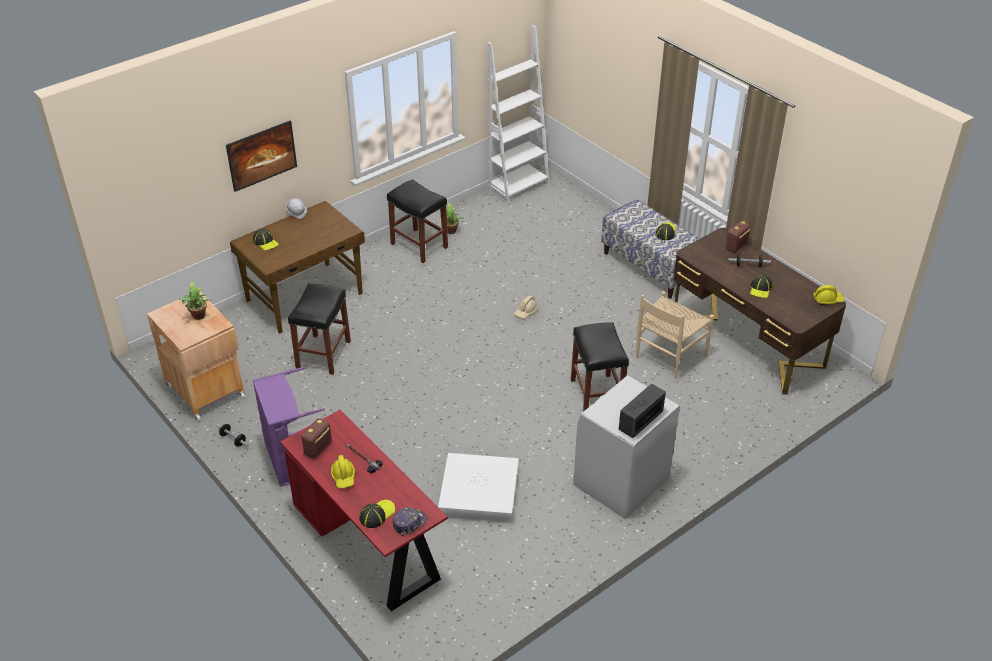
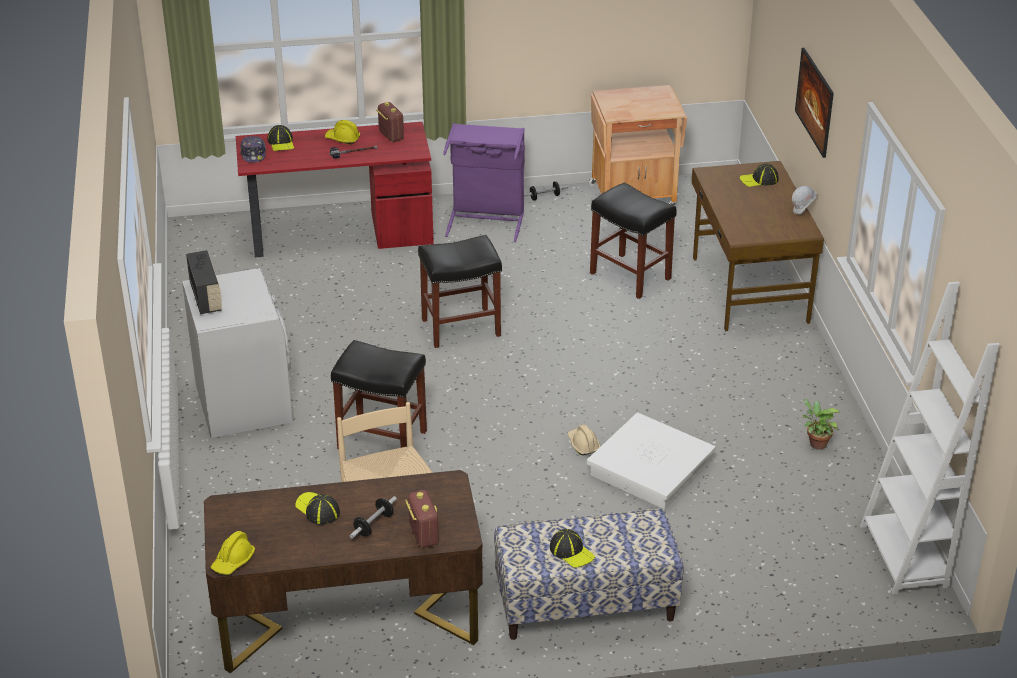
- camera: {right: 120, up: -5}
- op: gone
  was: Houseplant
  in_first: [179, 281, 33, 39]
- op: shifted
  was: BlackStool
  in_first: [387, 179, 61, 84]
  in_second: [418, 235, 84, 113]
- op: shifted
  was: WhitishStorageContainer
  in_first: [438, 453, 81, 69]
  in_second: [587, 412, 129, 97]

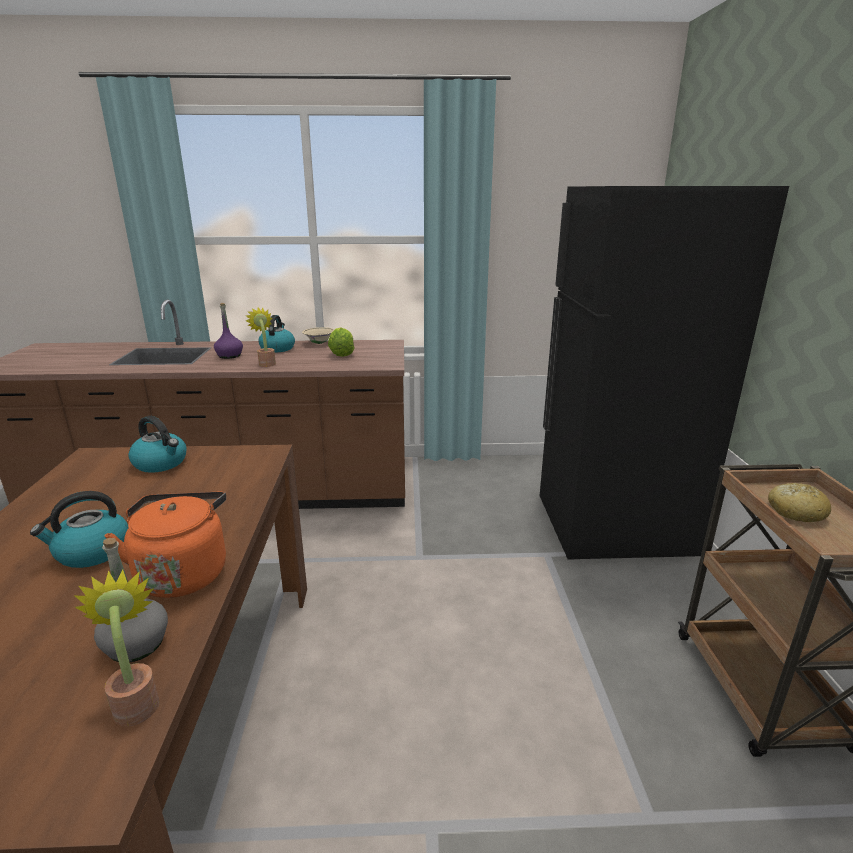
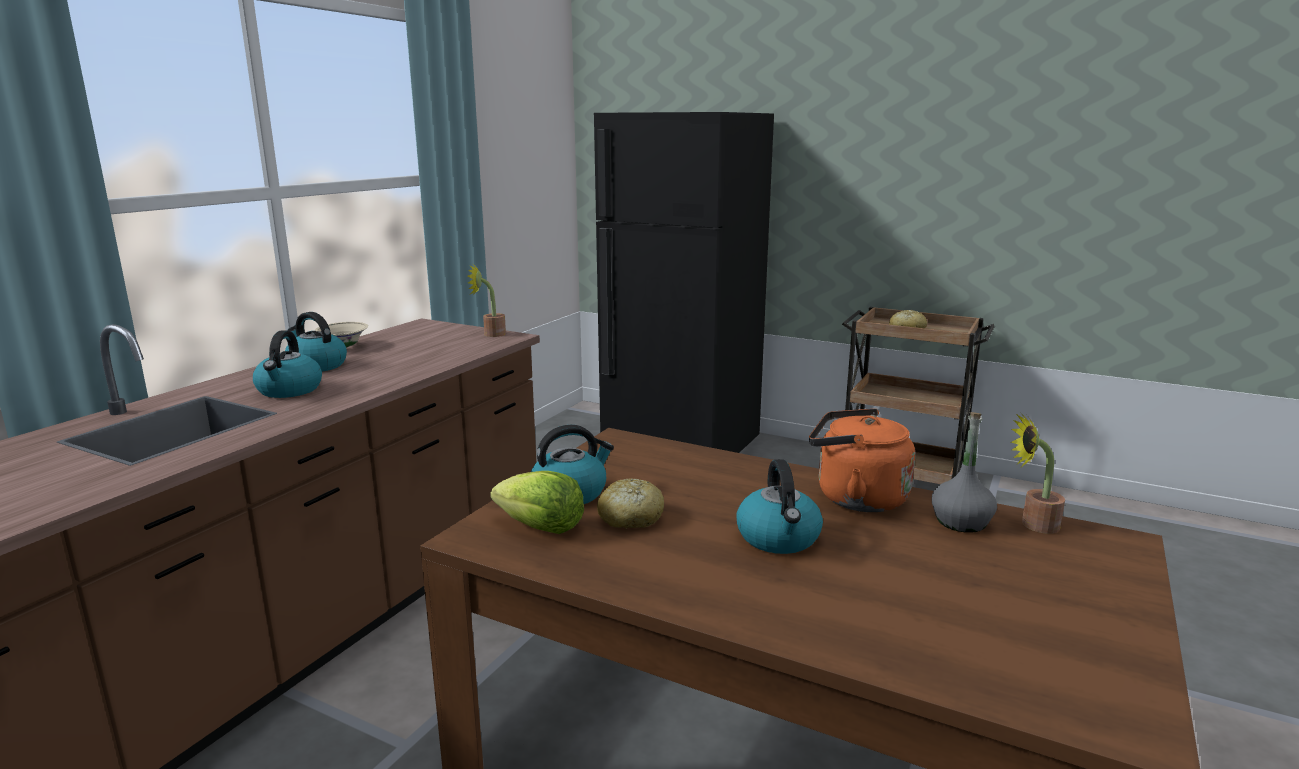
- camera: {right: -60, up: -5}
- op: new
  now: Bread
  in_second: [597, 479, 67, 50]
- op: shifted
  was: Houseplant
  in_first: [246, 307, 30, 60]
  in_second: [468, 263, 38, 74]
- op: shifted
  was: LettuceHead
  in_first: [328, 327, 26, 30]
  in_second: [490, 471, 94, 63]
- op: swapped
  was: PurplishBottle
  now: TeaKettle
  in_first: [214, 303, 29, 56]
  in_second: [253, 330, 69, 68]

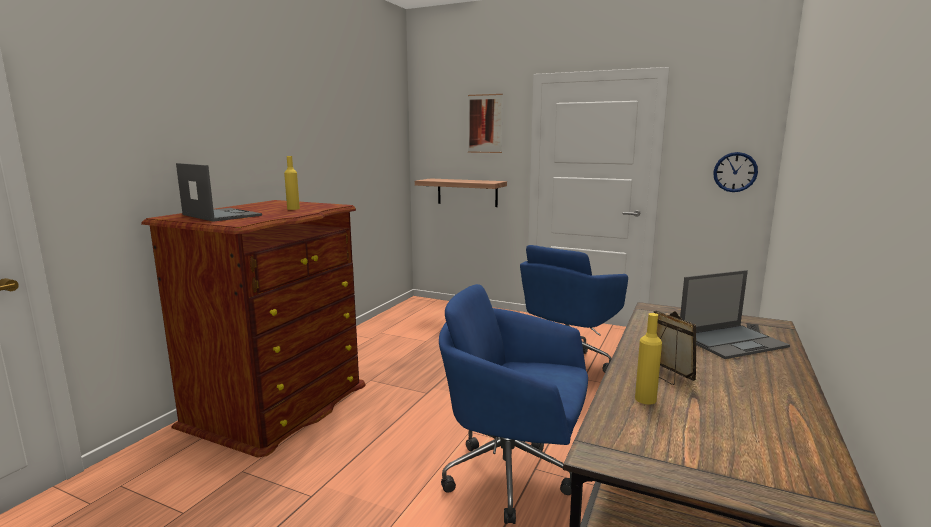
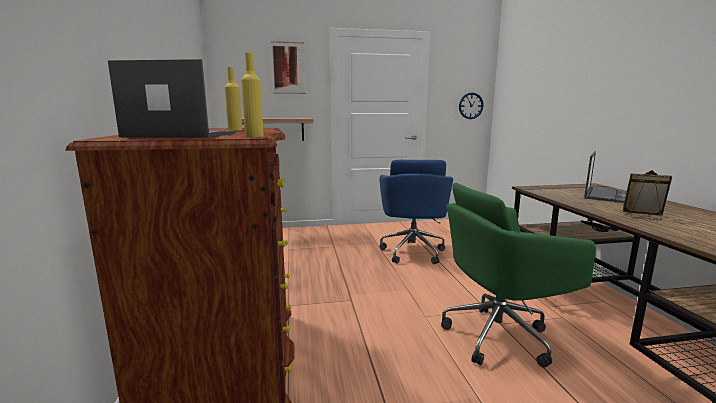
- camera: {right: -35, up: 0}
- op: shifted
  was: YellowColouredBottle
  in_first: [635, 313, 27, 92]
  in_second: [241, 53, 23, 84]
- op: repainted
  was: BlueColouredComputerChair
  now: GreenComputerChair
  in_first: [439, 284, 149, 240]
  in_second: [441, 183, 155, 185]

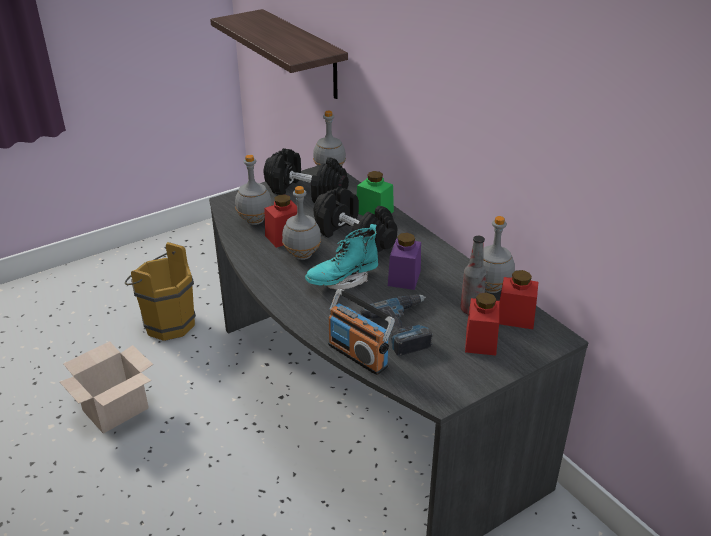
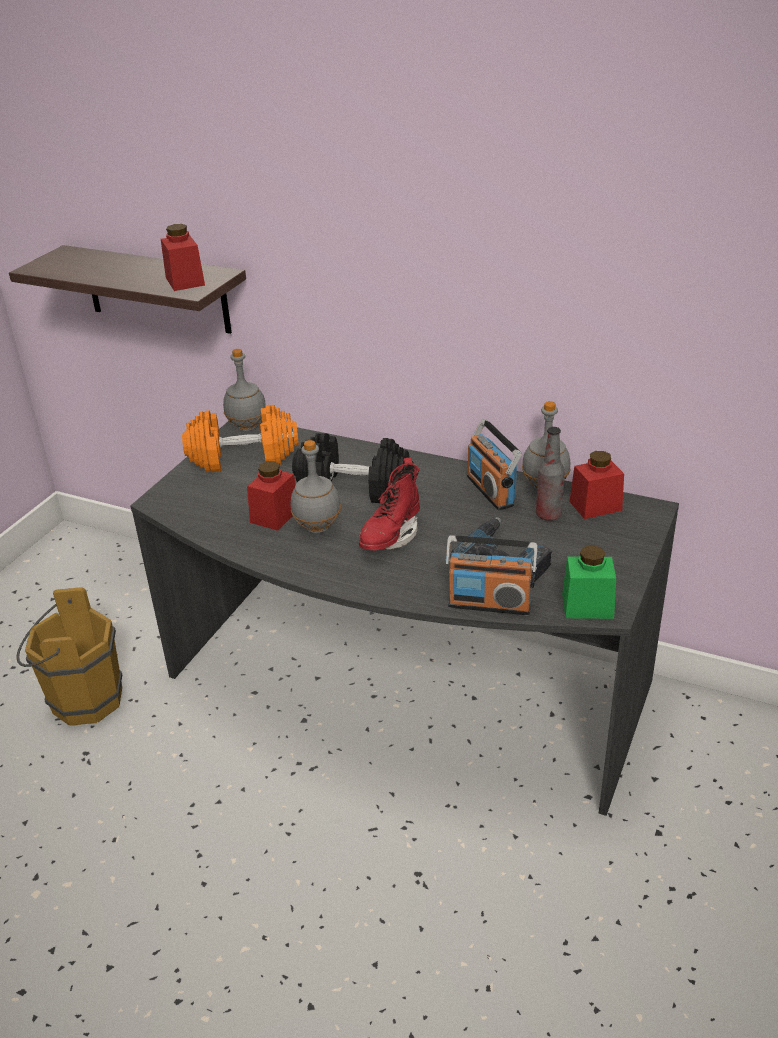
- camera: {right: -30, up: 0}
- op: gone
  was: CardboardBox
  in_first: [60, 341, 93, 93]
- op: gone
  was: GrayBottle
  in_first: [235, 155, 37, 70]
- op: gone
  was: PurplishPreserveJar
  in_first: [388, 233, 33, 57]
- op: new
  now: RadioReceiver
  in_second: [467, 419, 55, 91]
- op: shifted
  was: GreenPreserveJar
  in_first: [357, 171, 37, 44]
  in_second: [562, 545, 54, 74]
- op: shifted
  was: RedPreserveJar
  in_first: [465, 292, 34, 64]
  in_second: [161, 224, 44, 67]
- op: repainted
  was: BlackHandWeight
  now: OrangeColouredHandWeight
  in_first: [263, 148, 86, 55]
  in_second: [182, 405, 117, 67]
- op: repainted
  was: BlueGreenBoot
  now: RedBoot
  in_first: [305, 224, 73, 66]
  in_second: [359, 458, 61, 92]

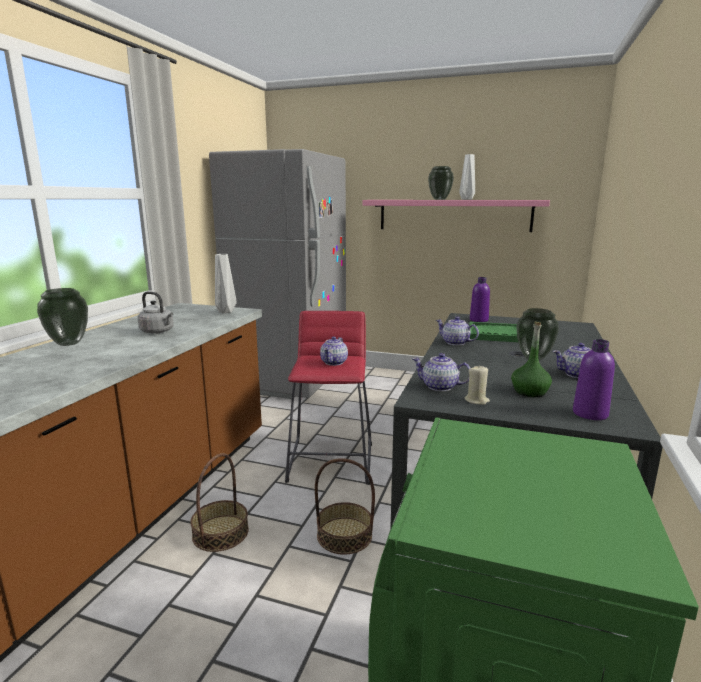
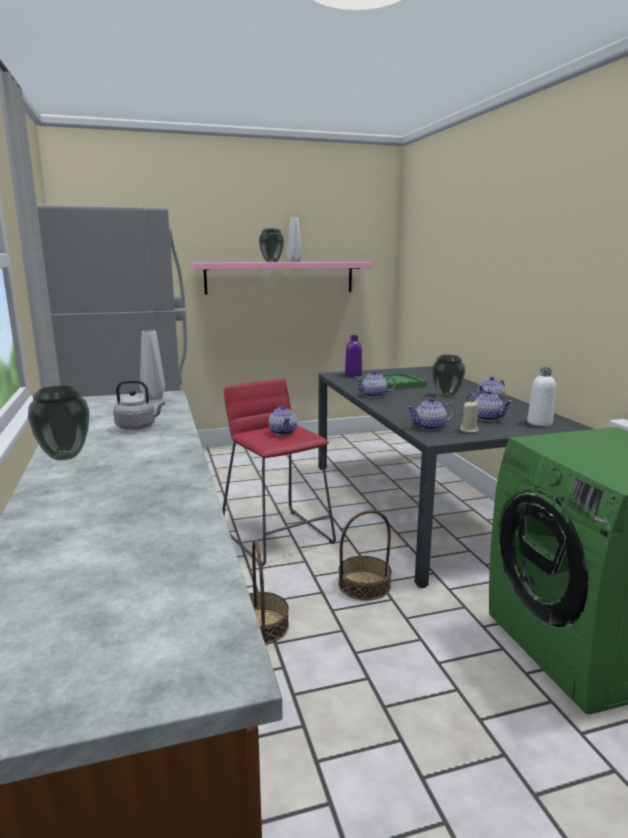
- camera: {right: -35, up: 0}
- op: swapped
  was: GreenBottle
  now: PotForTea
  in_first: [511, 322, 41, 75]
  in_second: [465, 390, 48, 31]
- op: repainted
  was: PurplishBottle
  now: WhitishBottle
  in_first: [573, 339, 42, 81]
  in_second: [527, 367, 29, 59]

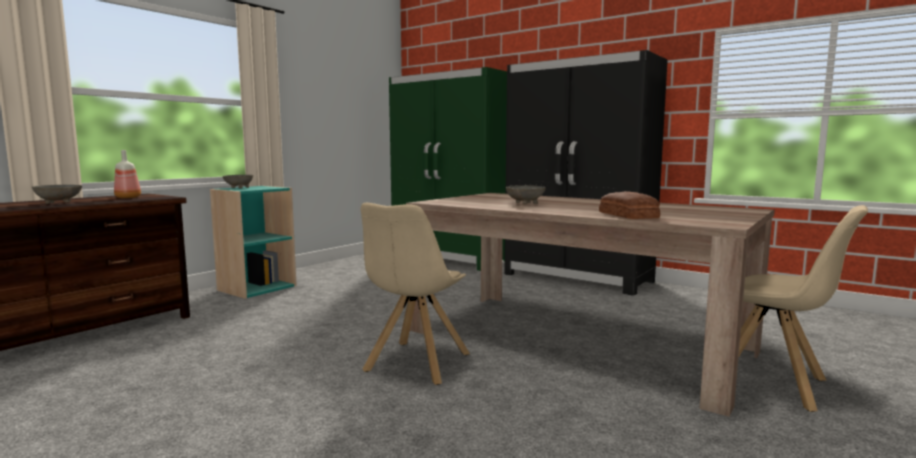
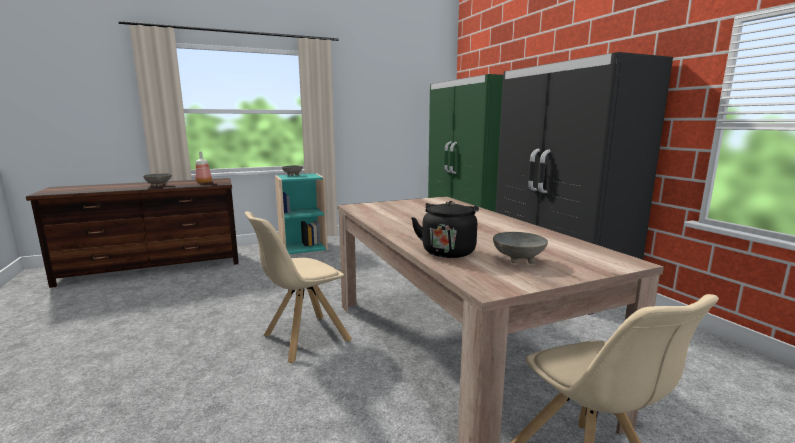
- camera: {right: 30, up: 5}
- op: shifted
  was: GrayServingBowl
  in_first: [506, 185, 40, 19]
  in_second: [493, 232, 55, 32]
- op: swapped
  was: Bread
  now: BlackTeaKettle
  in_first: [599, 191, 61, 28]
  in_second: [411, 201, 68, 57]

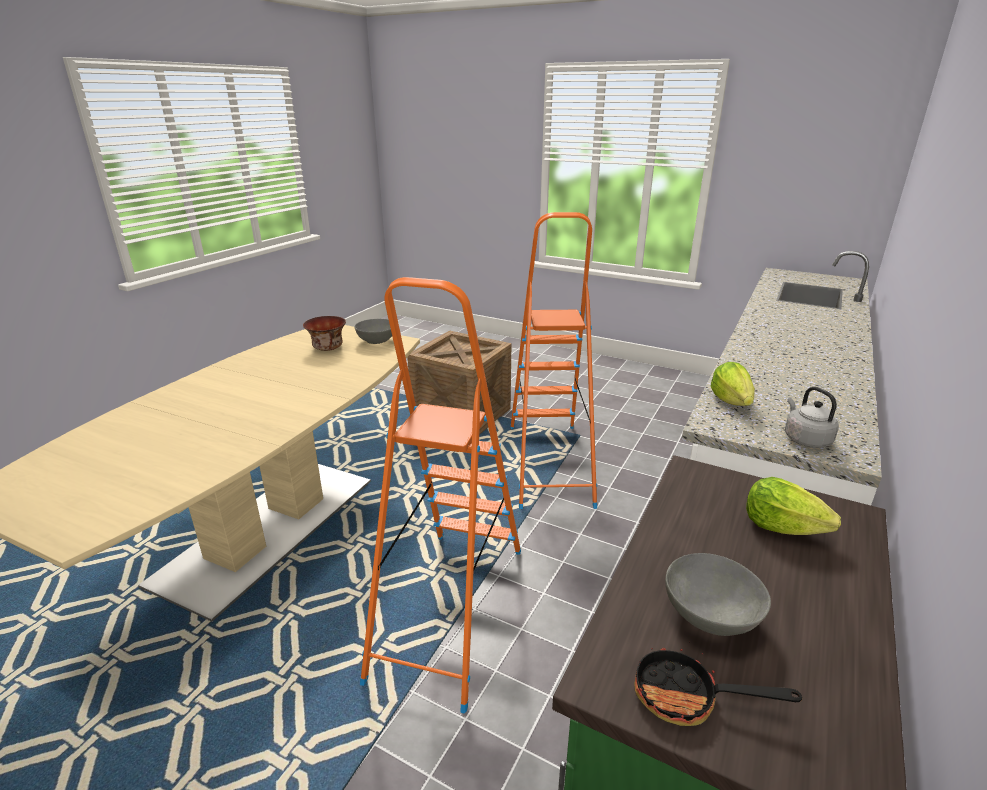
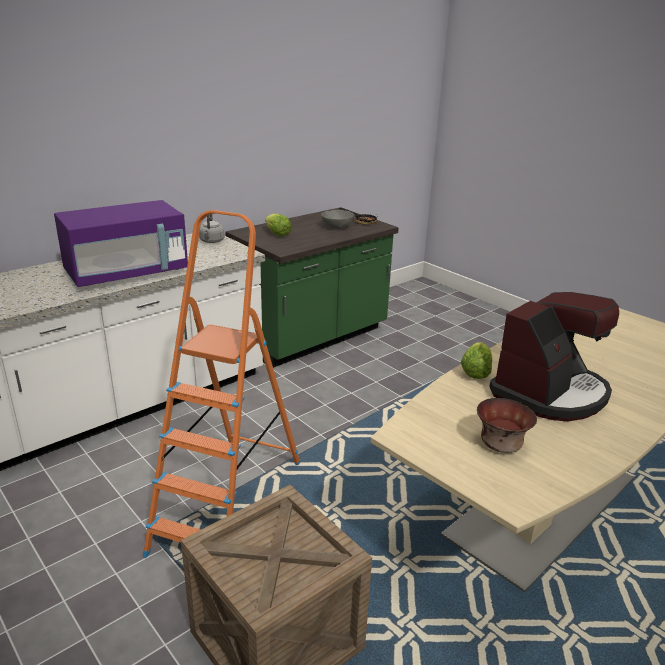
- camera: {right: -160, up: 0}
- op: gone
  was: GrayServingBowl
  in_first: [355, 319, 37, 25]
- op: gone
  was: OrangeColouredStepladder
  in_first: [360, 277, 161, 437]
- op: new
  now: PurplishMicrowave
  in_second: [54, 200, 134, 87]
- op: new
  now: CoffeeMaker
  in_second: [490, 292, 129, 129]
- op: shifted
  was: LettuceHead
  in_first: [710, 362, 45, 44]
  in_second: [461, 342, 31, 37]

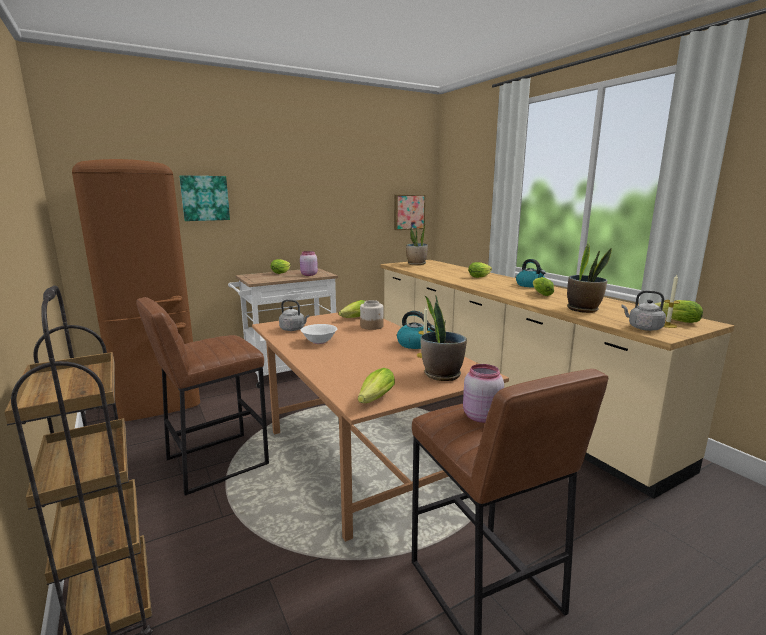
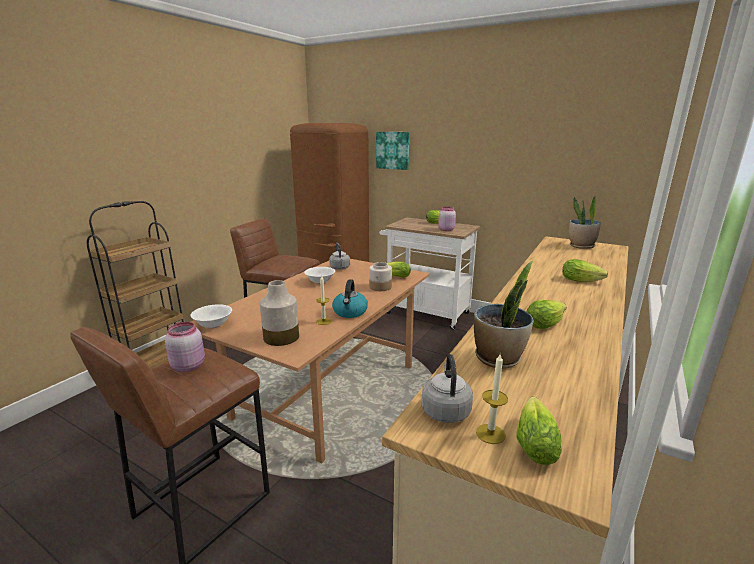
- camera: {right: 60, up: 5}
- op: gone
  was: WallArt
  in_first: [394, 195, 32, 35]
- op: gone
  was: TeaKettle
  in_first: [516, 259, 30, 29]
- op: swapped
  was: LettuceHead
  now: WhitishServingBowl
  in_first: [358, 368, 37, 35]
  in_second: [190, 304, 42, 25]
- op: swapped
  was: Houseplant
  now: SandColouredDecorativeVase
  in_first: [421, 295, 46, 86]
  in_second: [260, 280, 39, 66]

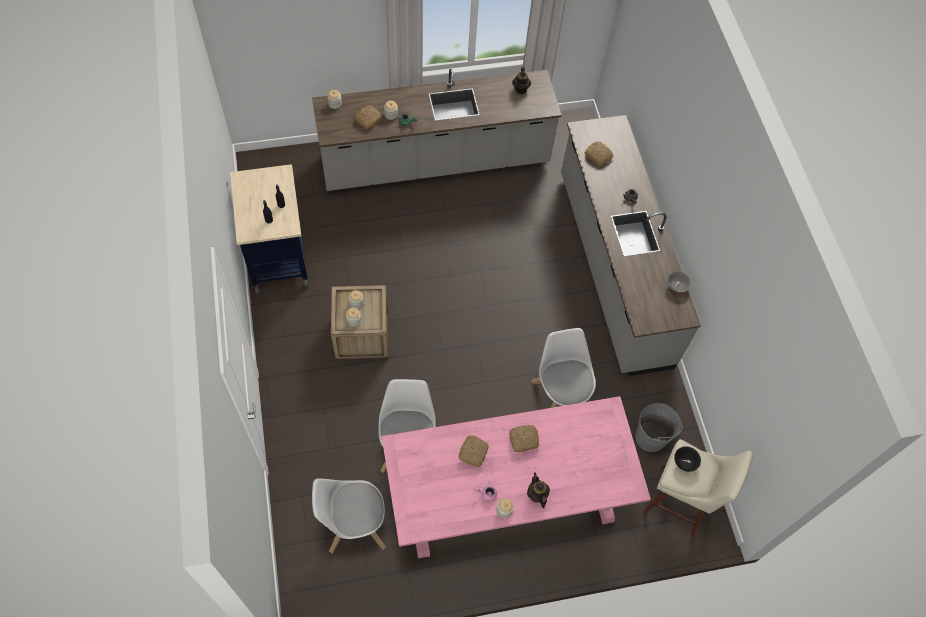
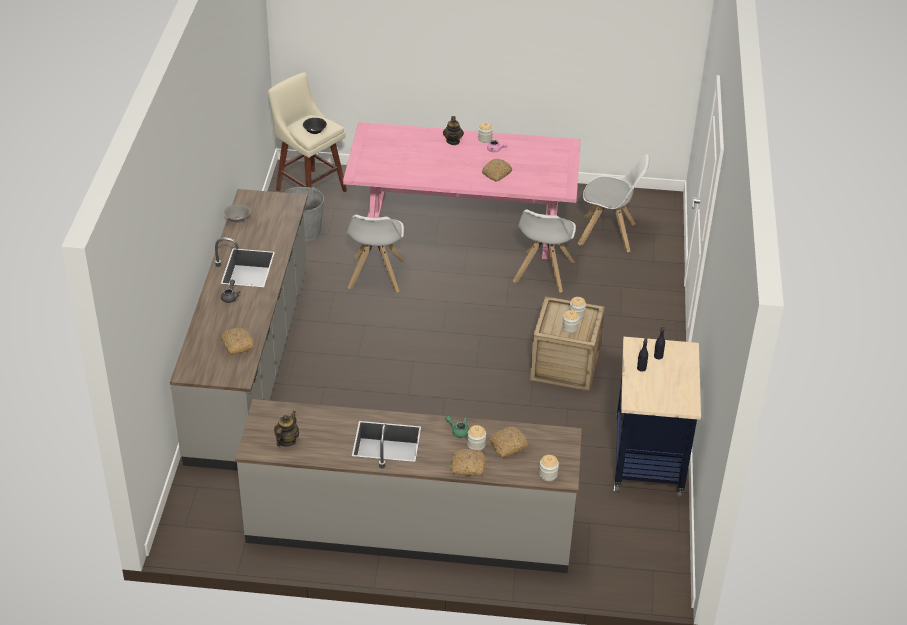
- camera: {right: -160, up: -20}
- op: shifted
  was: Bread
  in_first: [509, 425, 30, 27]
  in_second: [450, 449, 35, 27]

